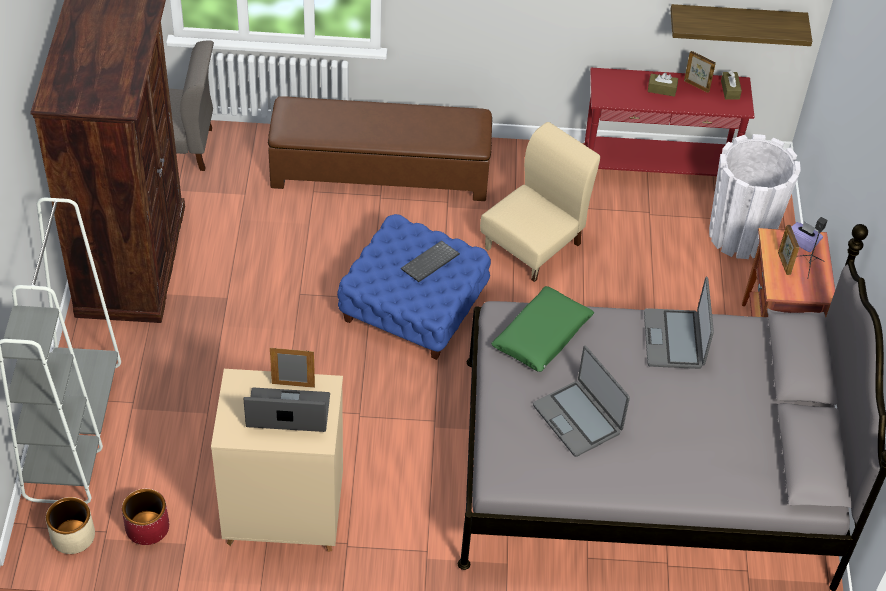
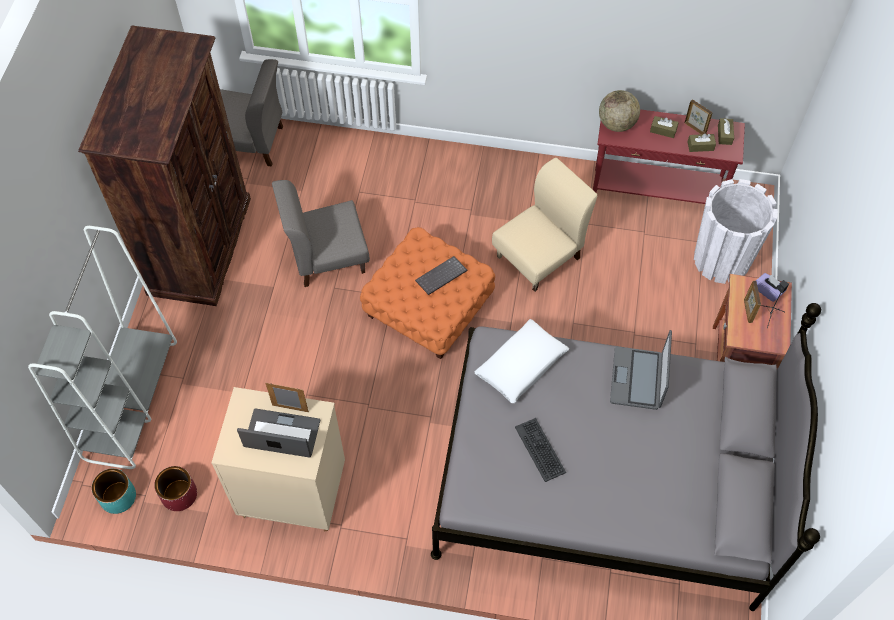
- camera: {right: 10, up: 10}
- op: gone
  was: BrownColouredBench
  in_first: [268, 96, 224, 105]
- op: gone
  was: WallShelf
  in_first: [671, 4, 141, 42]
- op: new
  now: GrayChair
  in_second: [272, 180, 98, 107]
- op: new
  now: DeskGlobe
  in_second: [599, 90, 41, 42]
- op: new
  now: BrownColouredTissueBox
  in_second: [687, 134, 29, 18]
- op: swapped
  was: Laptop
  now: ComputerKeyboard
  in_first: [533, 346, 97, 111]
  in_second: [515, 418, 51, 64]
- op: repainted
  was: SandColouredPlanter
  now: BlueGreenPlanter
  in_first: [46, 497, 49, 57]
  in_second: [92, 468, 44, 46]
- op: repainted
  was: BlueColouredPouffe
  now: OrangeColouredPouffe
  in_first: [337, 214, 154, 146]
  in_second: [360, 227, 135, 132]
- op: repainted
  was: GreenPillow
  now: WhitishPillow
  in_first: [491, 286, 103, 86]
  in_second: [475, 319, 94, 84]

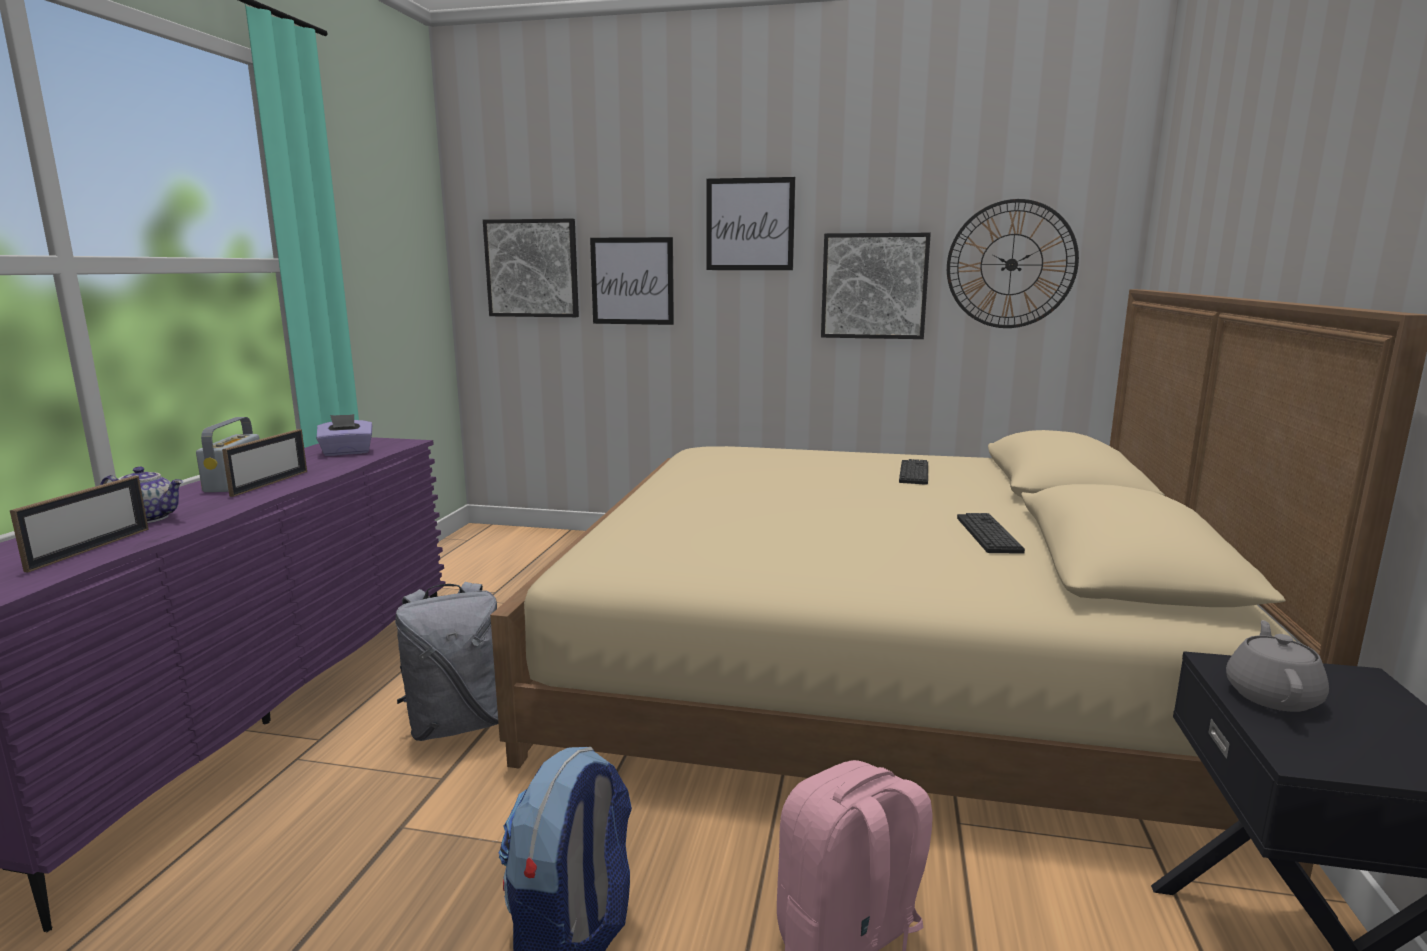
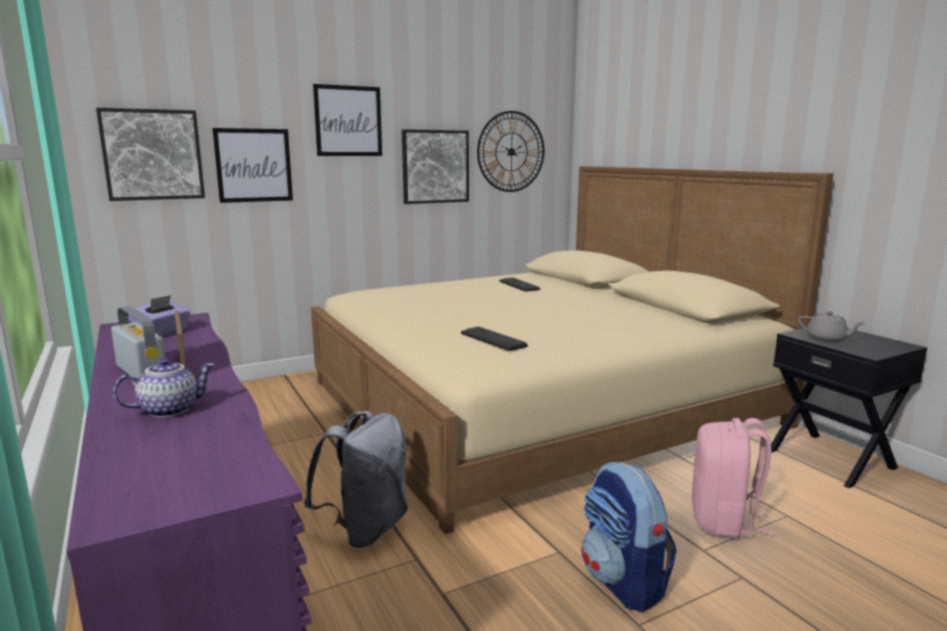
- camera: {right: -40, up: 0}
- op: gone
  was: PictureFrame
  in_first: [10, 476, 139, 96]
- op: shifted
  was: ComputerKeyboard
  in_first: [957, 513, 68, 40]
  in_second: [461, 326, 66, 25]
- op: rotated
  was: GrayPotForTea
  in_first: [1226, 620, 103, 92]
  in_second: [798, 311, 66, 32]
  clockwise: 150

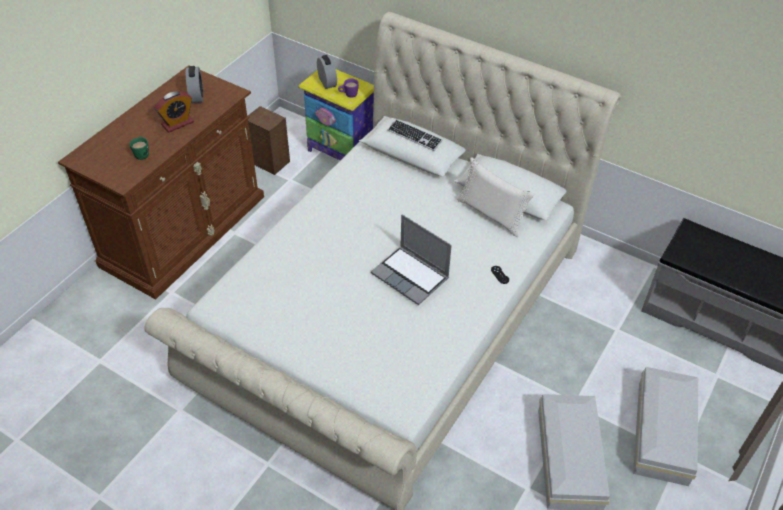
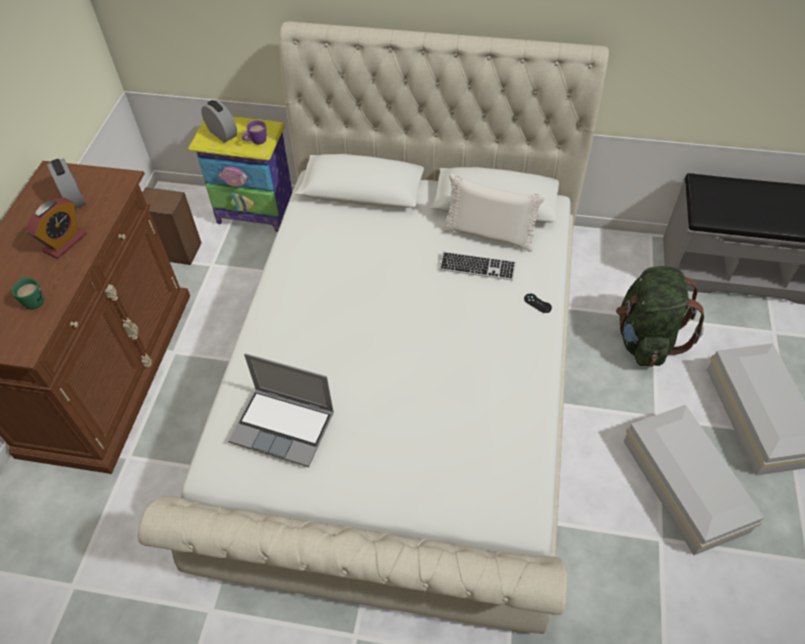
- camera: {right: -20, up: 5}
- op: new
  now: GreenKnapsack
  in_second: [616, 266, 88, 101]
- op: shifted
  was: Laptop
  in_first: [371, 214, 81, 91]
  in_second: [228, 353, 106, 114]
- op: shifted
  was: ComputerKeyboard
  in_first: [388, 119, 55, 32]
  in_second: [440, 251, 76, 30]

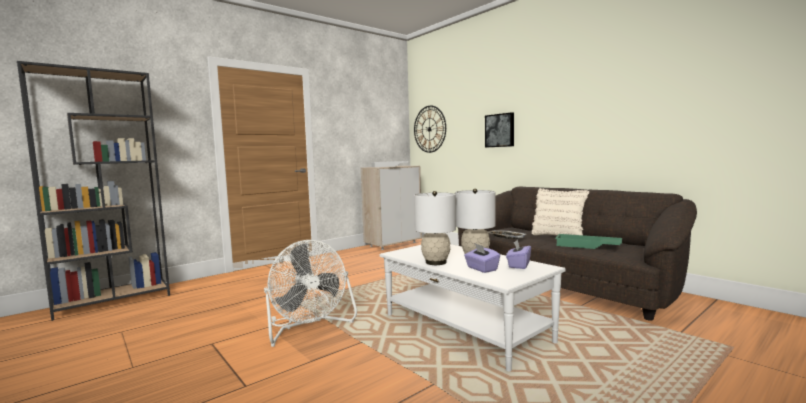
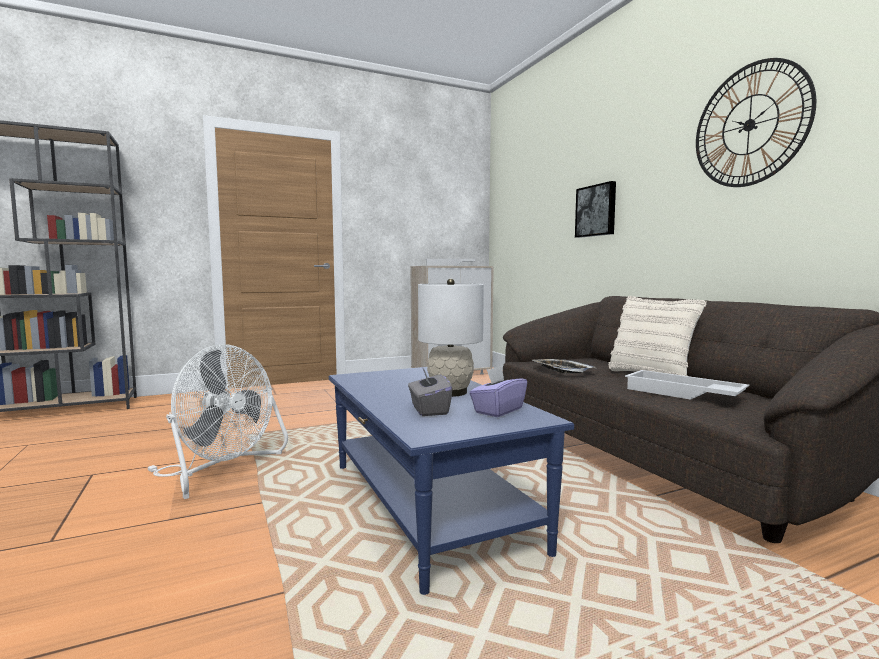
- camera: {right: 15, up: 0}
- op: gone
  was: WhitishTabletopLamp
  in_first: [414, 191, 42, 74]
- op: shifted
  was: ClockOnTheWall
  in_first: [414, 106, 32, 47]
  in_second: [696, 58, 120, 129]
- op: repainted
  was: WhitishCoffeeTable
  now: BlueColouredCoffeeTable
  in_first: [380, 244, 186, 128]
  in_second: [329, 367, 245, 228]
- op: repainted
  was: PurplishTissueBox
  now: GrayTissueBox
  in_first: [464, 244, 36, 29]
  in_second: [408, 367, 44, 49]
- op: repainted
  was: GreenTray
  now: WhitishTray
  in_first: [555, 234, 67, 15]
  in_second: [625, 370, 124, 30]
- op: rotated
  was: WhitishCoolingFan
  in_first: [264, 240, 93, 107]
  in_second: [148, 344, 140, 155]
  clockwise: -45

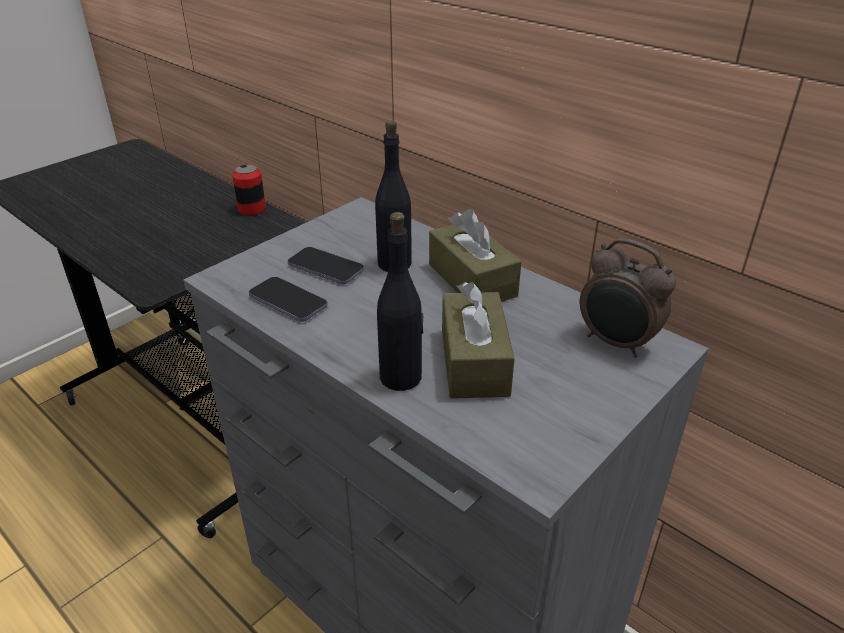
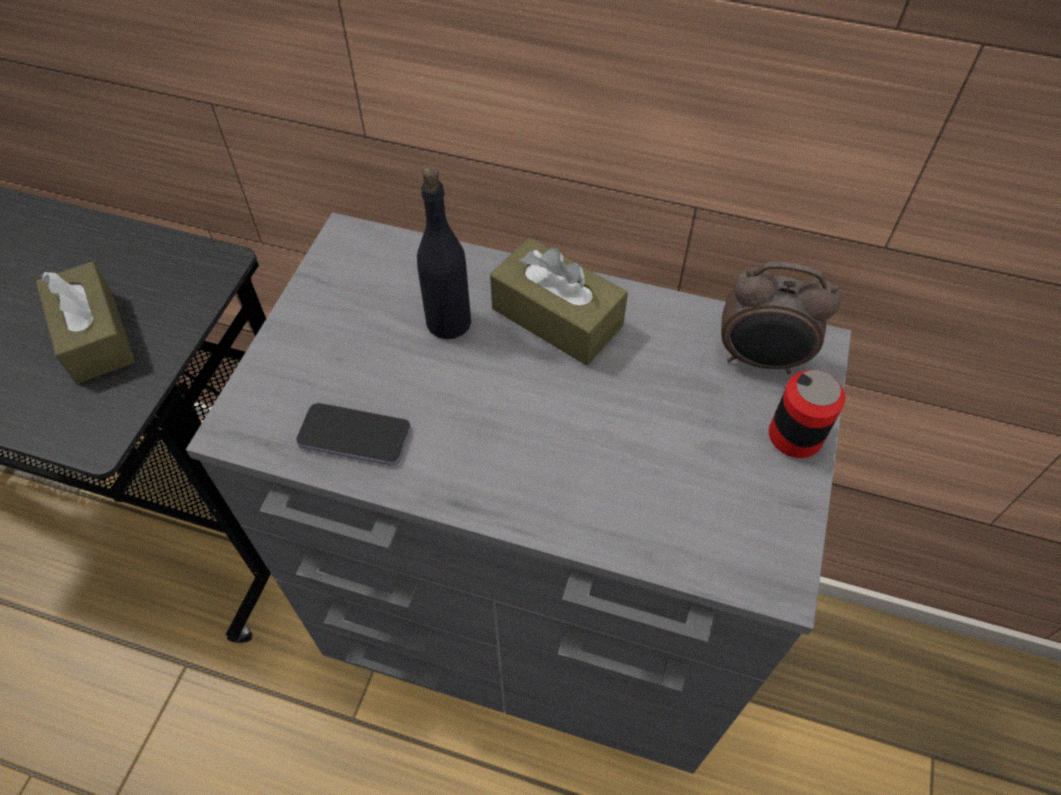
- camera: {right: -25, up: 20}
- op: gone
  was: Handset
  in_first: [288, 247, 76, 37]
- op: gone
  was: BlackBottle
  in_first: [377, 212, 46, 179]
- op: shifted
  was: SealedCan
  in_first: [232, 165, 34, 50]
  in_second: [769, 370, 76, 88]
- op: shifted
  was: BrownColouredTissueBox
  in_first: [442, 282, 73, 117]
  in_second: [36, 262, 99, 122]

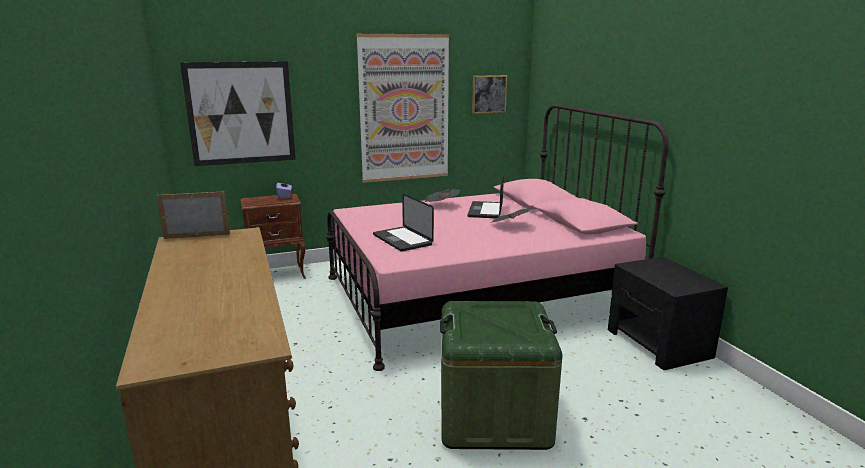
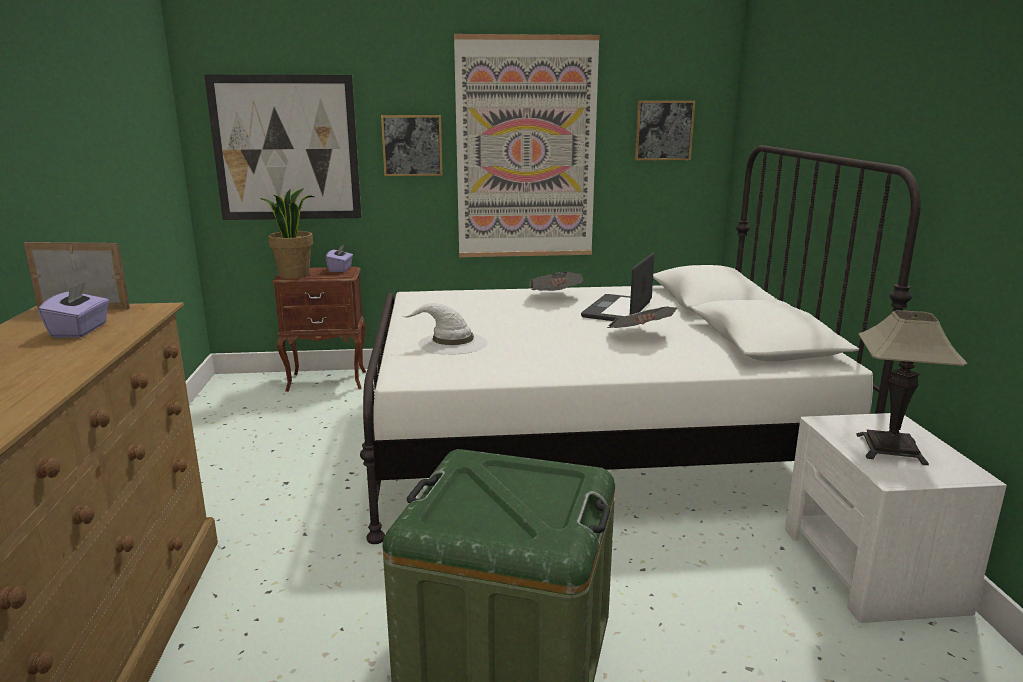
- camera: {right: 15, up: 0}
- op: new
  now: PurplishTissueBox
  in_second: [38, 282, 71, 56]
- op: new
  now: Houseplant
  in_second: [259, 188, 55, 91]
- op: new
  now: WallArt
  in_second: [381, 115, 62, 61]
- op: new
  now: TabletopLamp
  in_second: [856, 310, 112, 155]
- op: swapped
  was: Laptop
  now: WhitishHat
  in_first: [373, 194, 61, 58]
  in_second: [402, 303, 86, 52]
- op: repainted
  was: PinkColouredSleepingBed
  now: WhitishSleepingBed
  in_first: [326, 104, 343, 267]
  in_second: [360, 145, 561, 399]
- op: repainted
  was: BlackNightTable
  now: WhitishNightTable
  in_first: [608, 257, 120, 113]
  in_second: [785, 413, 222, 210]

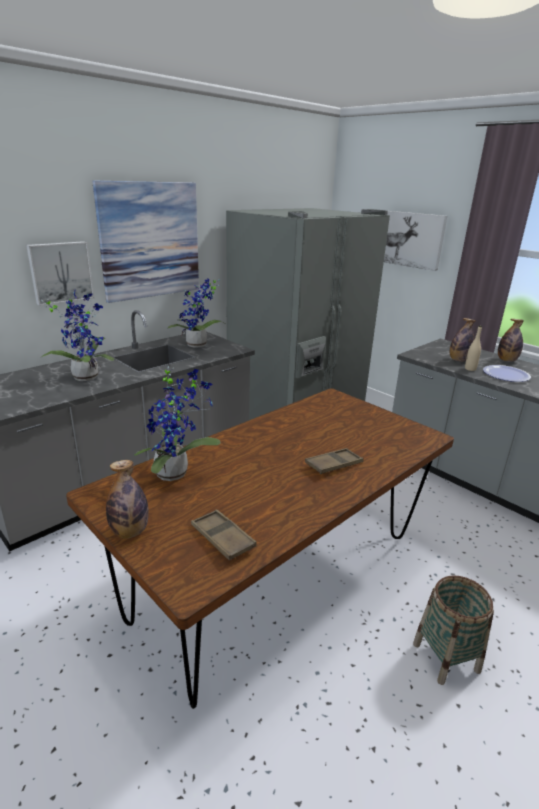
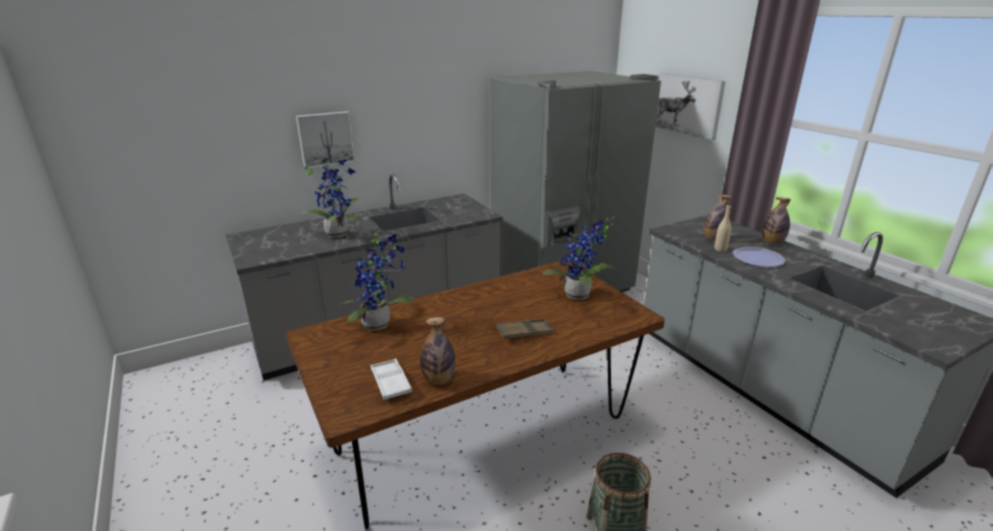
- camera: {right: 15, up: 0}
- op: gone
  was: WallArt
  in_first: [92, 180, 107, 123]
- op: shifted
  was: Bottle
  in_first: [106, 460, 43, 79]
  in_second: [420, 317, 35, 68]
- op: shifted
  was: Houseplant
  in_first: [167, 279, 59, 69]
  in_second: [543, 217, 72, 83]
- op: repainted
  was: BrownColouredTray
  now: WhitishTray
  in_first: [191, 509, 66, 51]
  in_second: [371, 358, 41, 42]

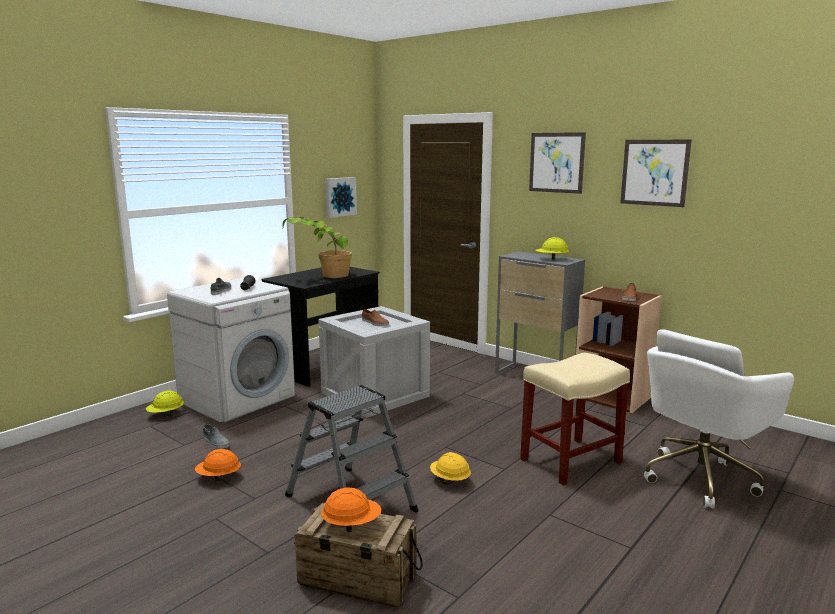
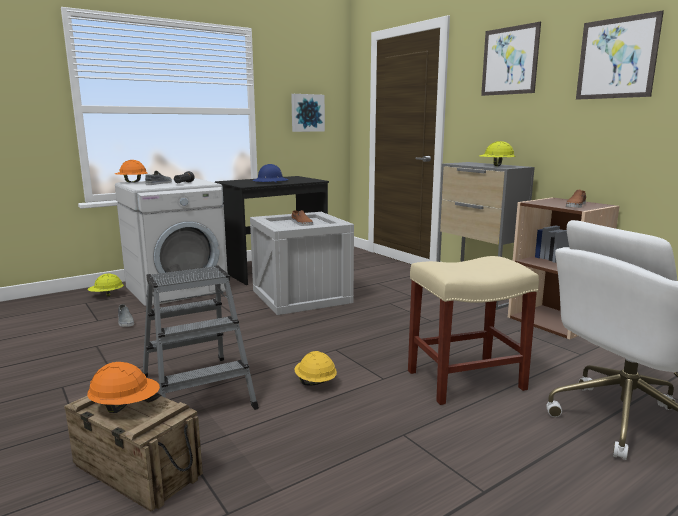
- camera: {right: 15, up: 0}
- op: shifted
  was: OrangeColouredHardHat
  in_first: [195, 449, 46, 33]
  in_second: [115, 160, 33, 23]
- op: swapped
  was: Houseplant
  now: BlueColouredHardHat
  in_first: [282, 217, 70, 61]
  in_second: [253, 164, 35, 19]

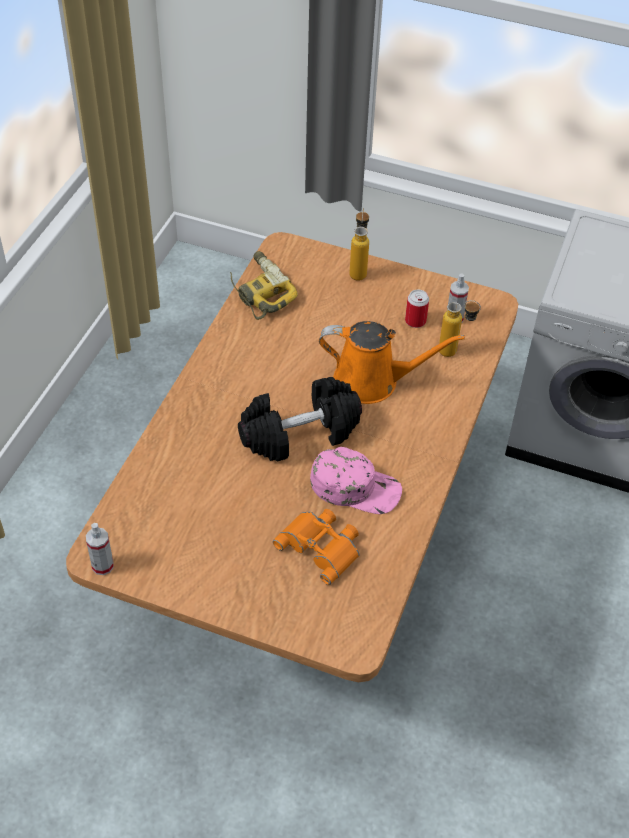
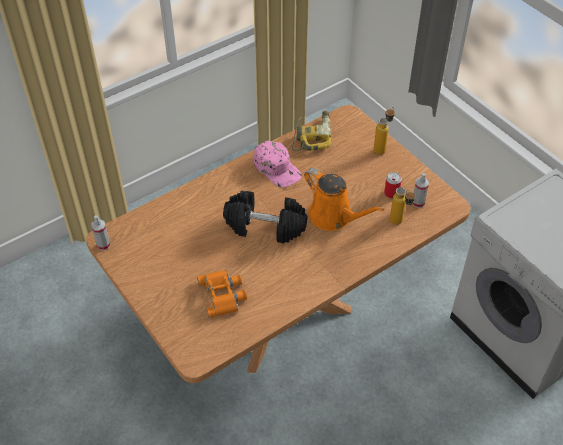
- camera: {right: 35, up: 0}
- op: shifted
  was: PinkColouredCap
  in_first: [310, 447, 92, 67]
  in_second: [254, 141, 48, 46]

